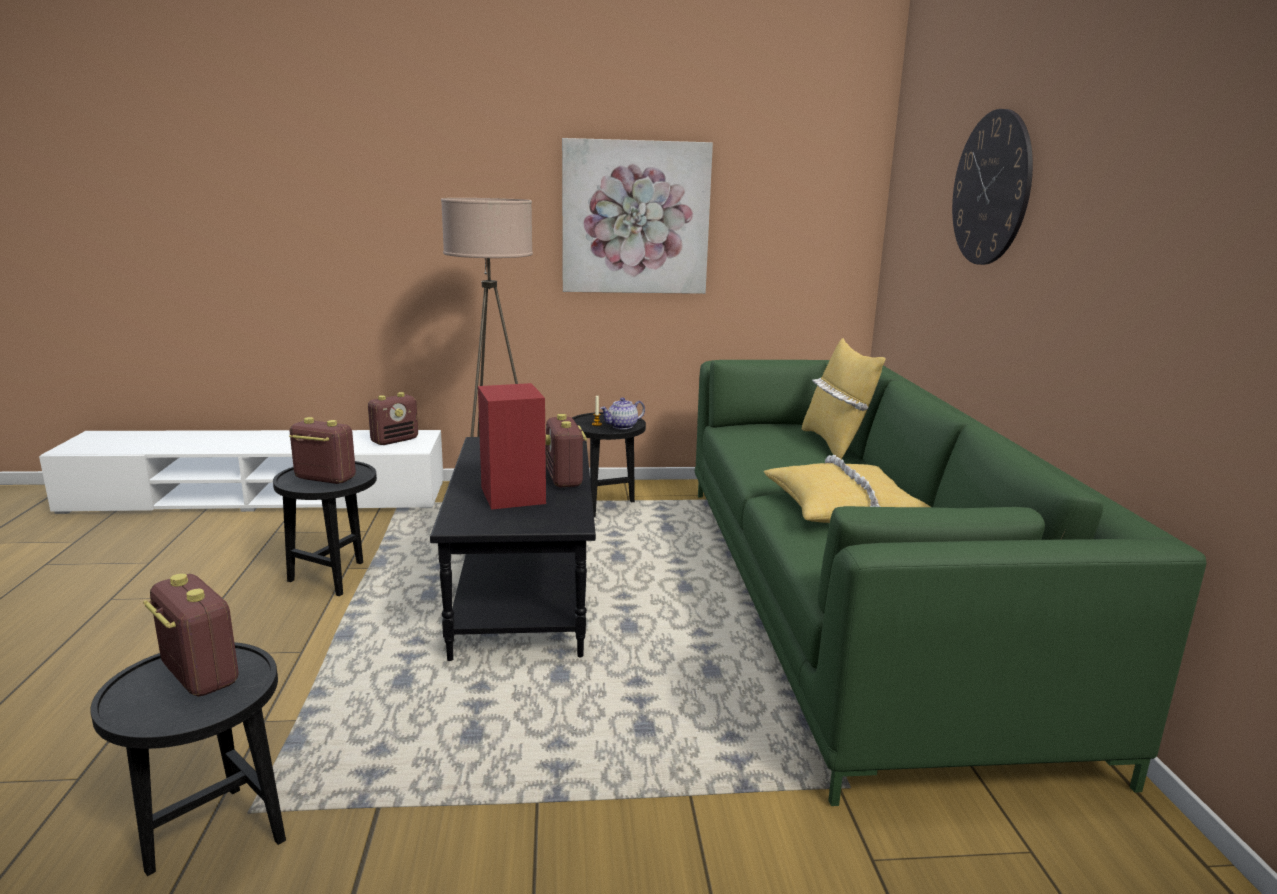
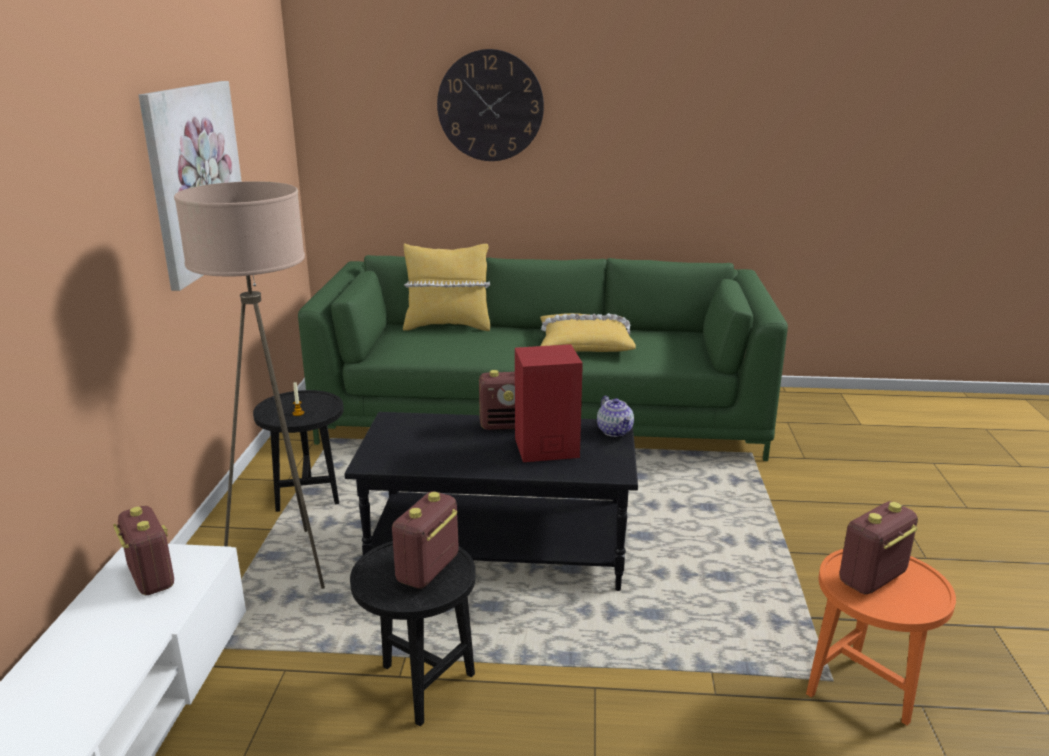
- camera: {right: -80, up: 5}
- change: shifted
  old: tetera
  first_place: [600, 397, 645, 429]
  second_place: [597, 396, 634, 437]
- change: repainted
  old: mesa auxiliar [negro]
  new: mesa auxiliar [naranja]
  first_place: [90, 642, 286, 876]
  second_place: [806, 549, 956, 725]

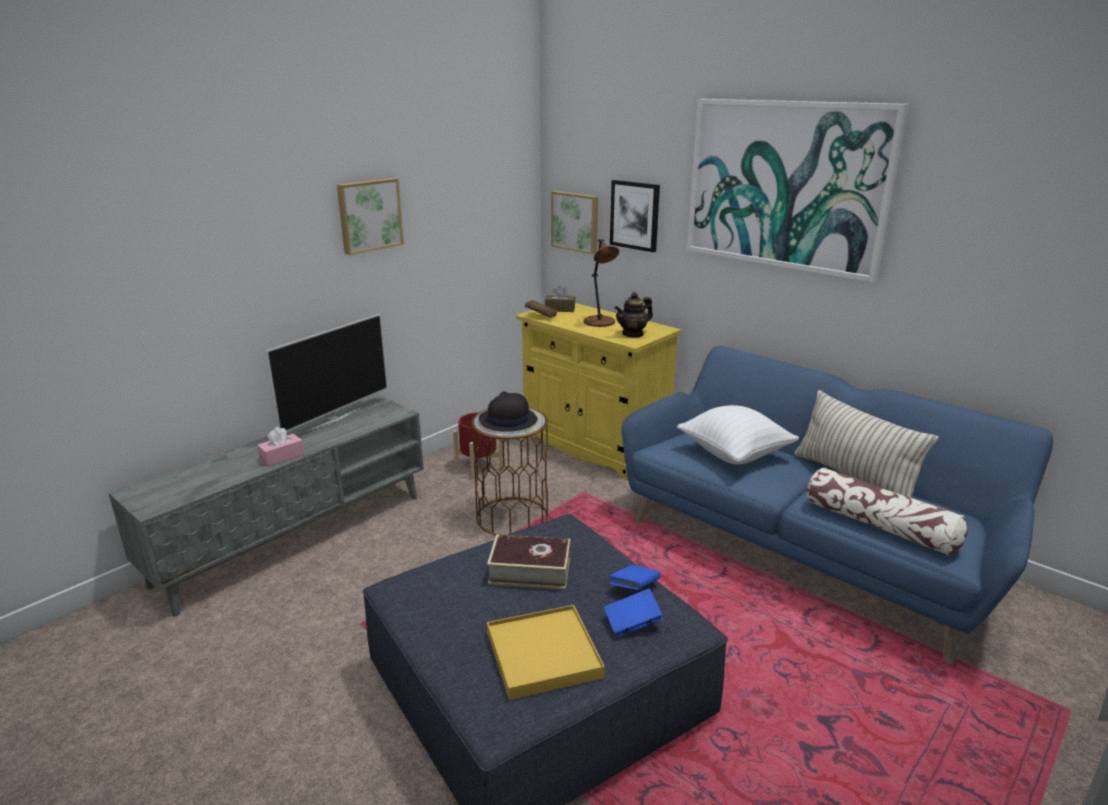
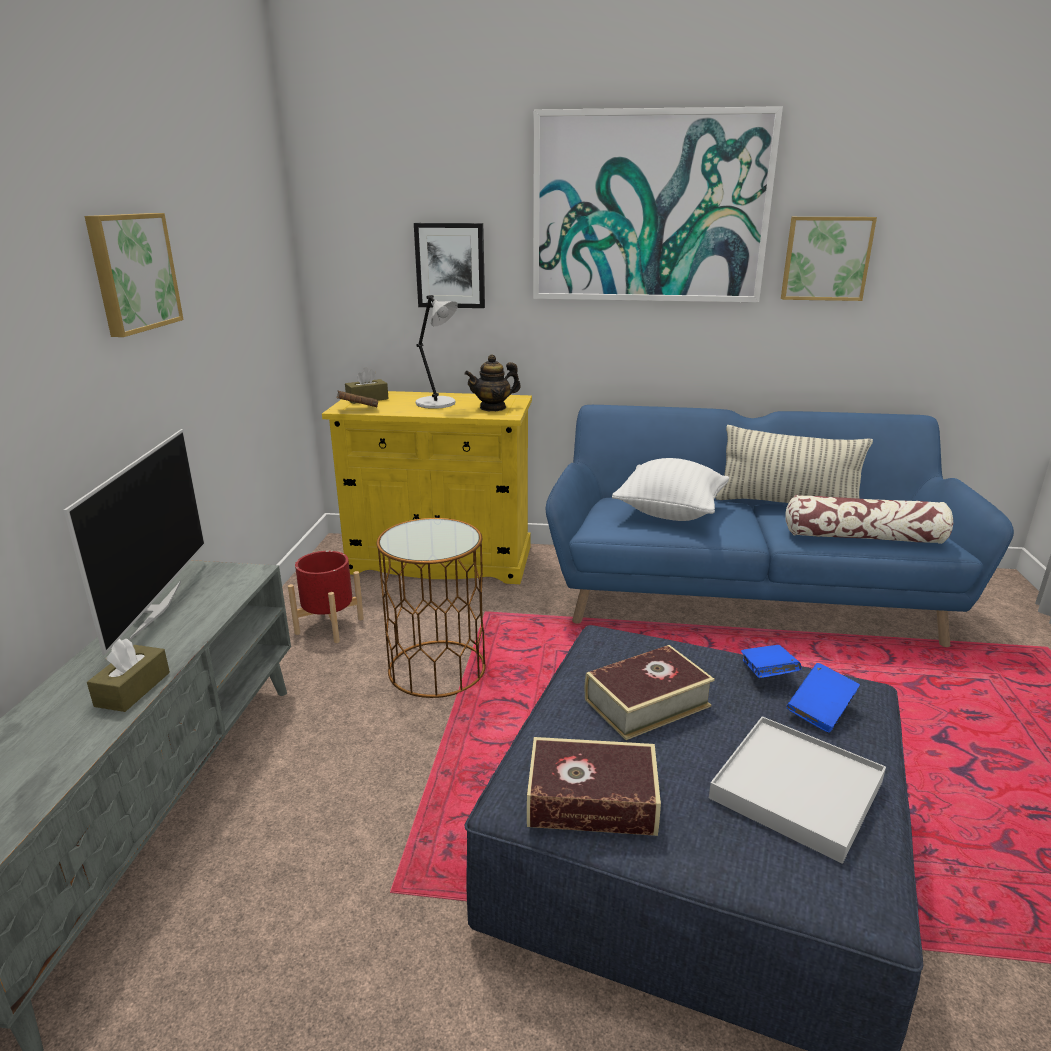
- camera: {right: -35, up: 0}
- change: repainted
  old: caja de pañuelos [rosa]
  new: caja de pañuelos [marrón]
  first_place: [257, 427, 304, 467]
  second_place: [87, 639, 170, 712]
- change: repainted
  old: lámpara de mesa [marrón]
  new: lámpara de mesa [gris]
  first_place: [584, 239, 619, 327]
  second_place: [416, 295, 458, 409]
- change: rotated
  old: tetera
  first_place: [614, 292, 653, 338]
  second_place: [464, 354, 521, 411]
  degrees: 45
- change: new
  new: libro
  second_place: [527, 737, 661, 836]
- change: repainted
  old: bandeja [amarillo]
  new: bandeja [blanco]
  first_place: [487, 605, 605, 700]
  second_place: [709, 716, 886, 864]
- change: shifted
  old: cuadro
  first_place: [551, 191, 598, 254]
  second_place: [781, 217, 877, 301]
- change: gone
  old: sombrero [negro]
  first_place: [479, 391, 538, 432]

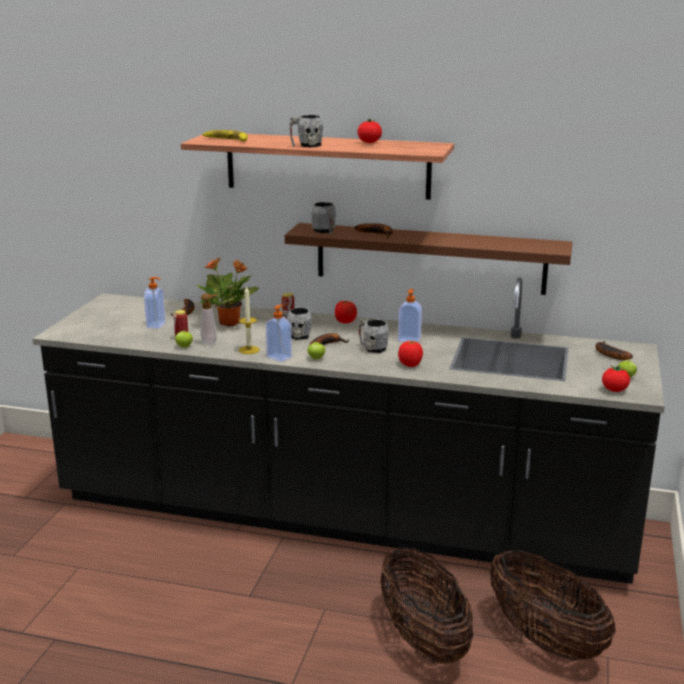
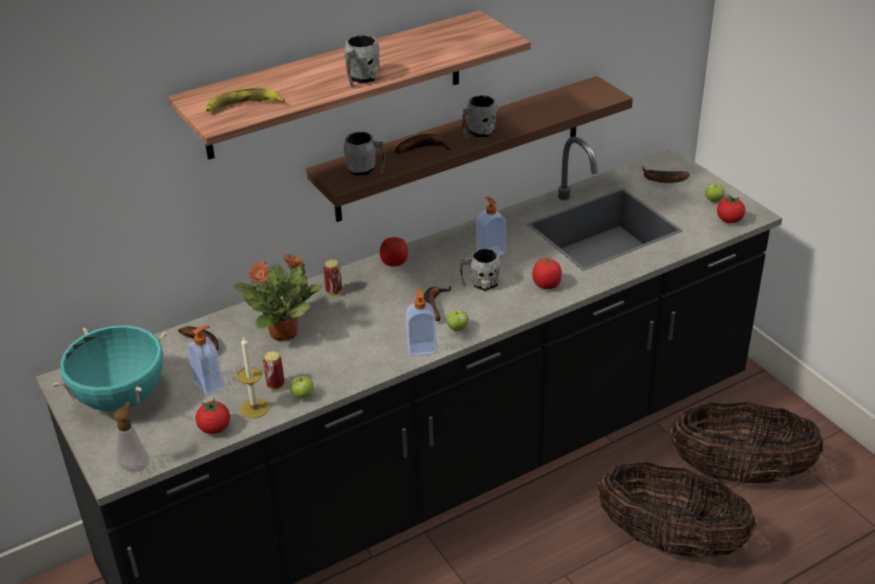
- camera: {right: -45, up: 15}
- change: new
  new: olla [turquesa]
  second_place: [52, 325, 168, 412]
- change: shifted
  old: dispensador de jabón
  first_place: [200, 293, 217, 345]
  second_place: [113, 402, 150, 472]
- change: shifted
  old: tomate
  first_place: [358, 119, 382, 143]
  second_place: [195, 398, 230, 434]
- change: shifted
  old: vela
  first_place: [239, 286, 260, 354]
  second_place: [237, 336, 269, 418]
- change: shifted
  old: taza grande [gris]
  first_place: [280, 307, 312, 340]
  second_place: [462, 95, 498, 139]

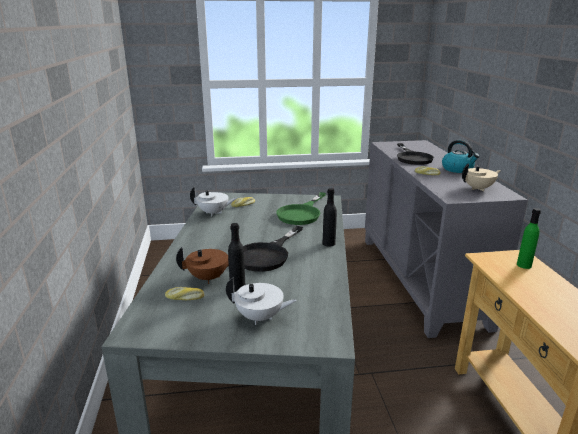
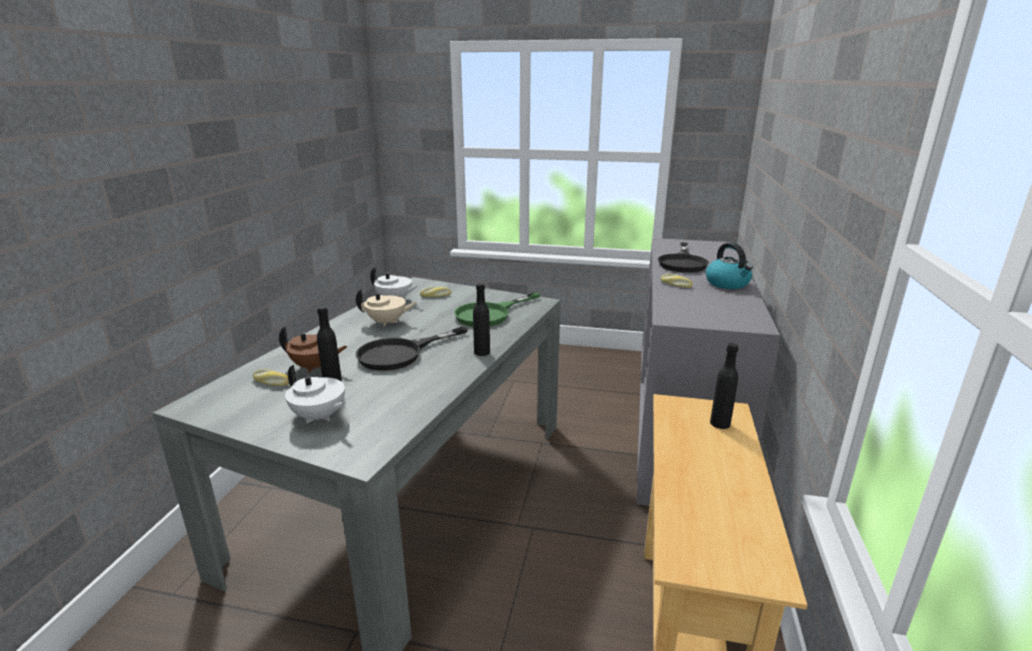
- camera: {right: 20, up: 0}
- change: shifted
  old: tetera [beis]
  first_place: [462, 163, 501, 192]
  second_place: [356, 289, 417, 327]
- change: repainted
  old: botella [verde]
  new: botella [negro]
  first_place: [517, 208, 541, 269]
  second_place: [710, 343, 738, 429]

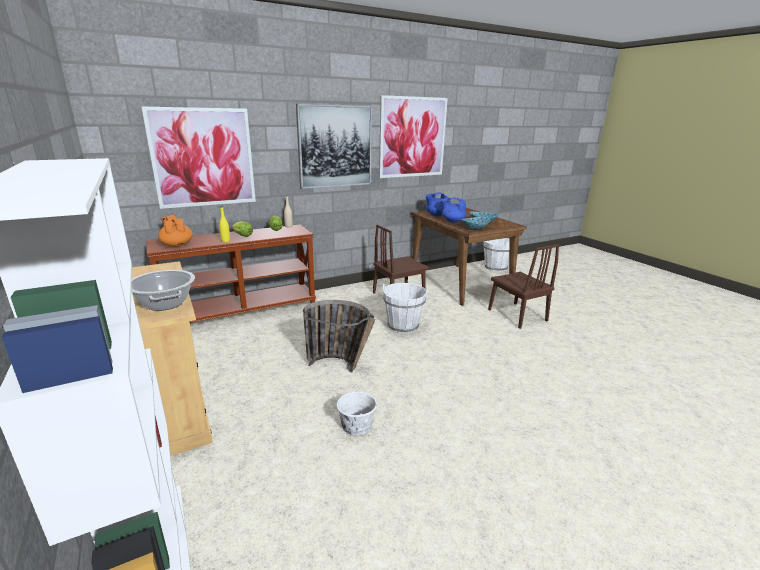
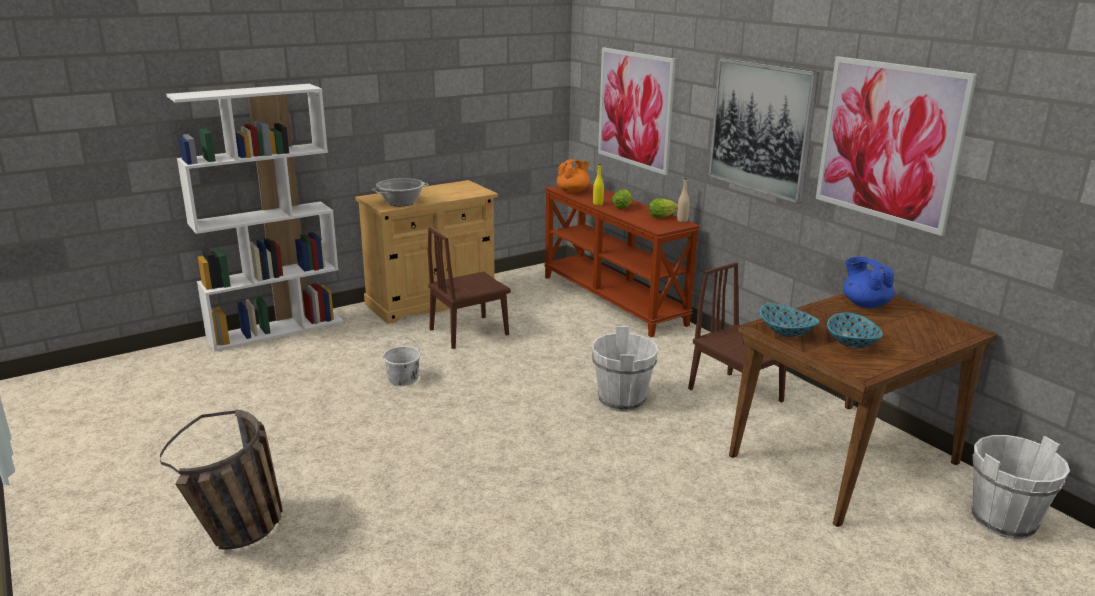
- camera: {right: 85, up: 0}
- change: shifted
  old: cesta
  first_place: [303, 300, 375, 373]
  second_place: [160, 409, 283, 550]
- change: shifted
  old: silla [marrón]
  first_place: [488, 244, 559, 329]
  second_place: [428, 227, 511, 349]
- change: gone
  old: tetera [azul]
  first_place: [440, 198, 466, 223]

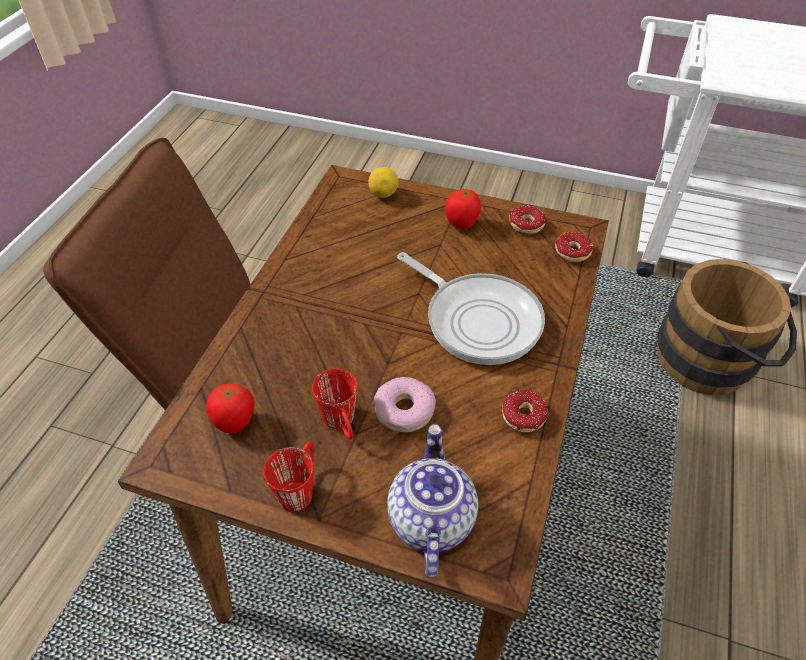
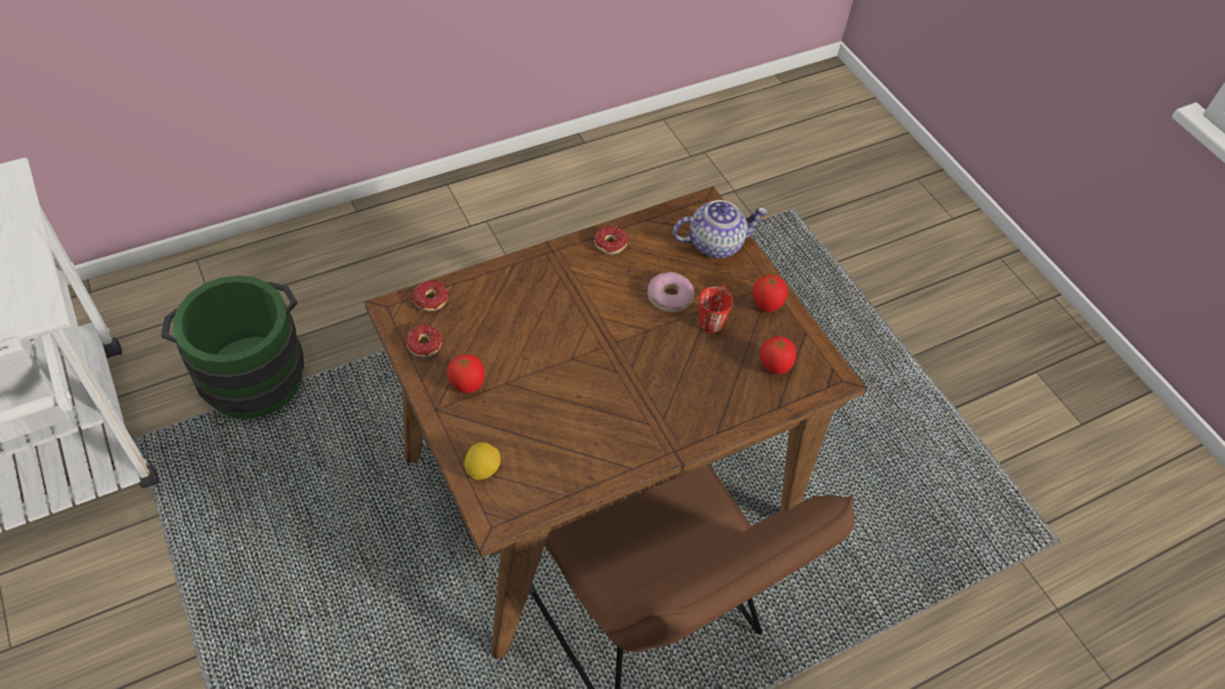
- camera: {right: -140, up: 5}
- change: repainted
  old: cubo [marrón]
  new: cubo [verde]
  first_place: [657, 259, 797, 395]
  second_place: [161, 276, 304, 419]
- change: rotated
  old: tetera
  first_place: [387, 424, 478, 578]
  second_place: [673, 200, 768, 258]
  degrees: -150
- change: swapped
  old: taza grande [rojo]
  new: tomate
  first_place: [264, 441, 314, 512]
  second_place: [753, 275, 787, 312]
- change: gone
  old: sartén
  first_place: [397, 252, 545, 365]

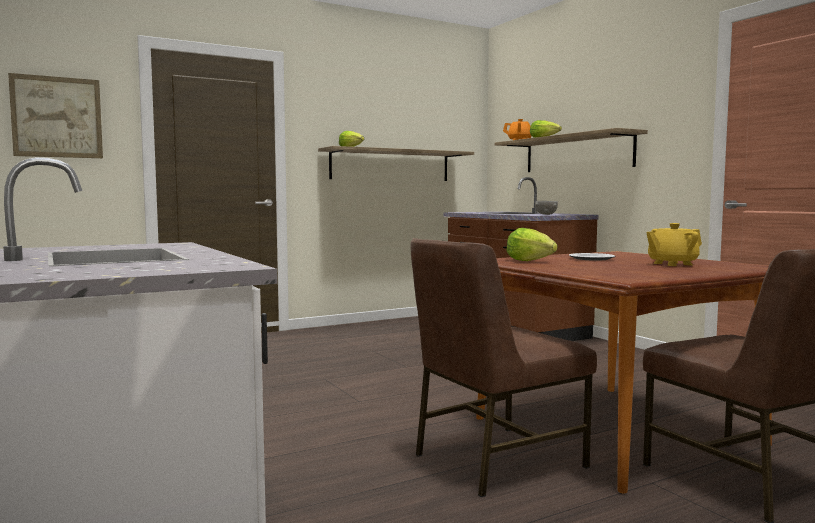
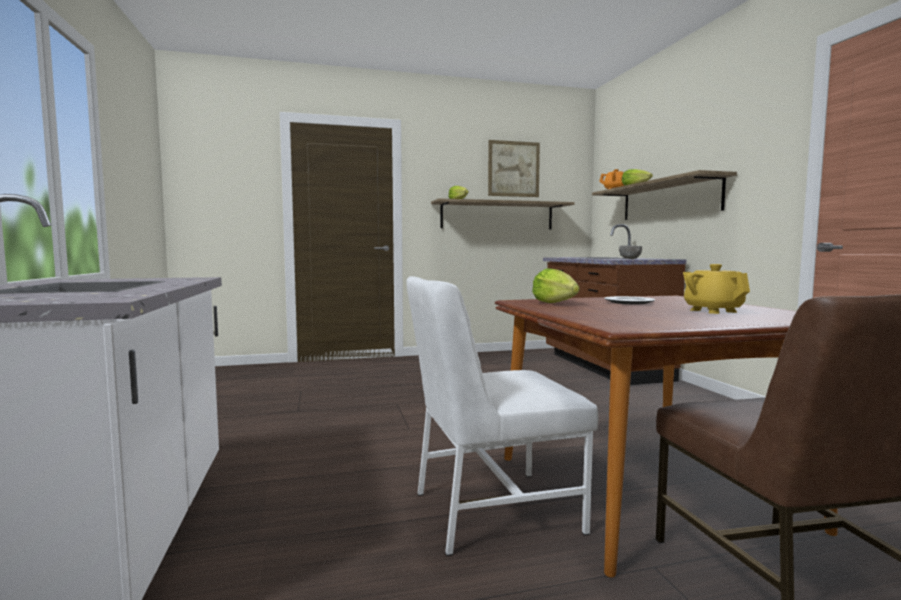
- camera: {right: 15, up: 0}
- change: repainted
  old: silla [marrón]
  new: silla [blanco]
  first_place: [411, 238, 597, 497]
  second_place: [406, 276, 599, 556]
- change: shifted
  old: cuadro
  first_place: [8, 73, 103, 158]
  second_place: [488, 140, 540, 197]
- change: rotated
  old: tetera [amarillo]
  first_place: [646, 223, 702, 266]
  second_place: [683, 264, 750, 314]
  degrees: 75

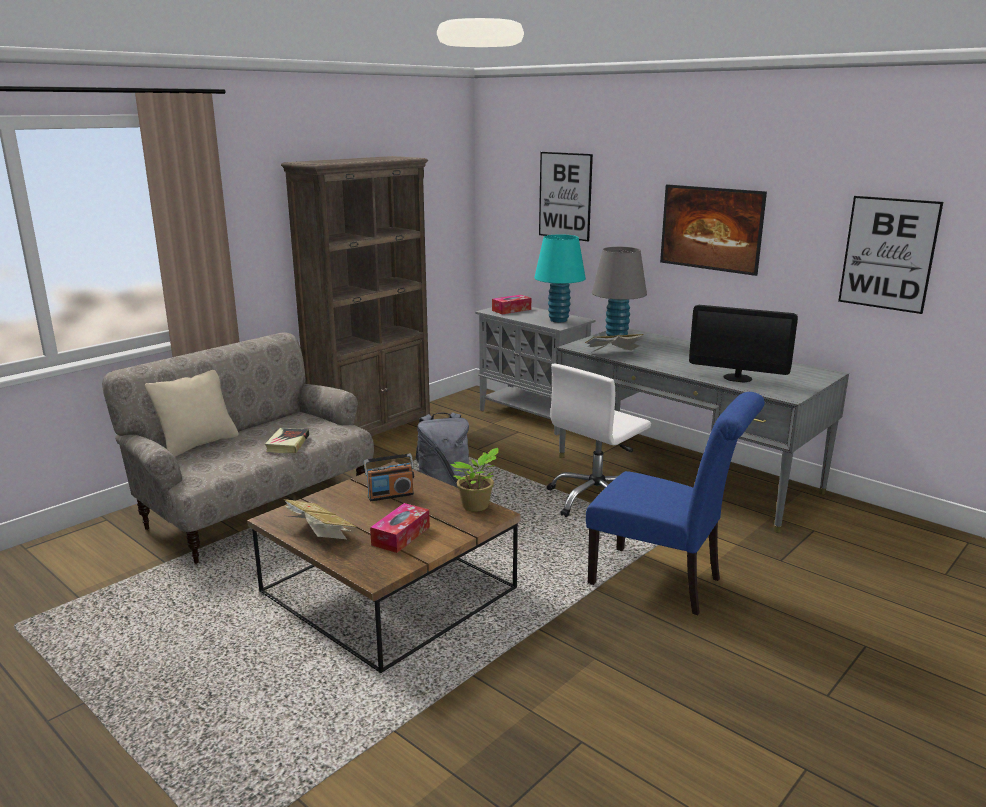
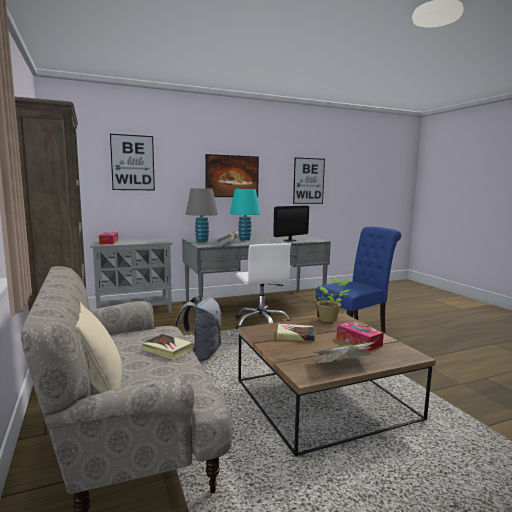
- camera: {right: -65, up: -10}
- change: shifted
  old: lámpara de mesa [turquesa]
  first_place: [534, 234, 586, 322]
  second_place: [230, 189, 260, 240]
- change: swapped
  old: radio
  new: libro
  first_place: [364, 453, 414, 501]
  second_place: [276, 324, 315, 341]

